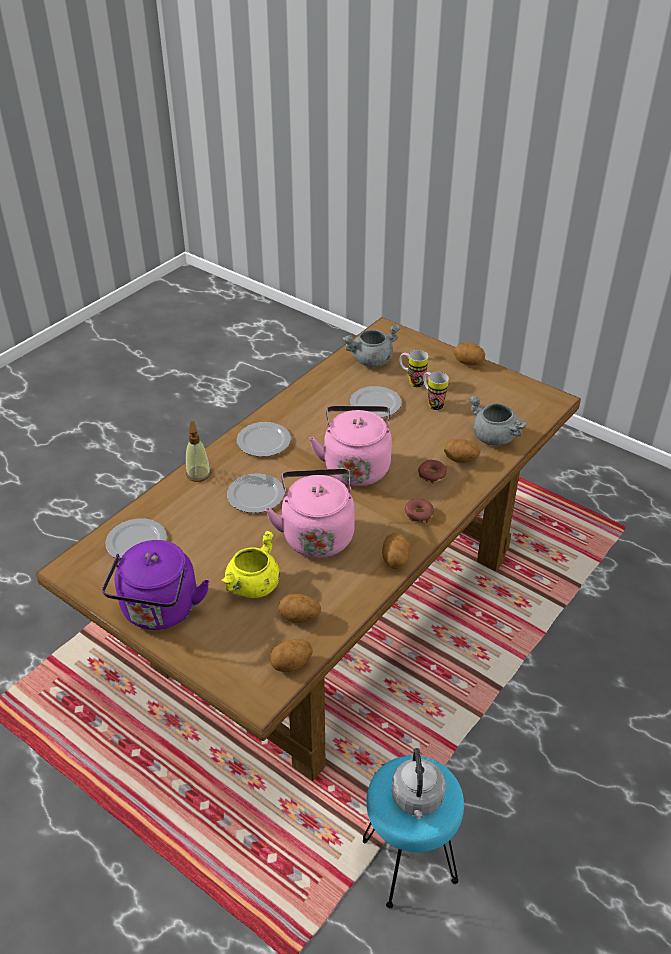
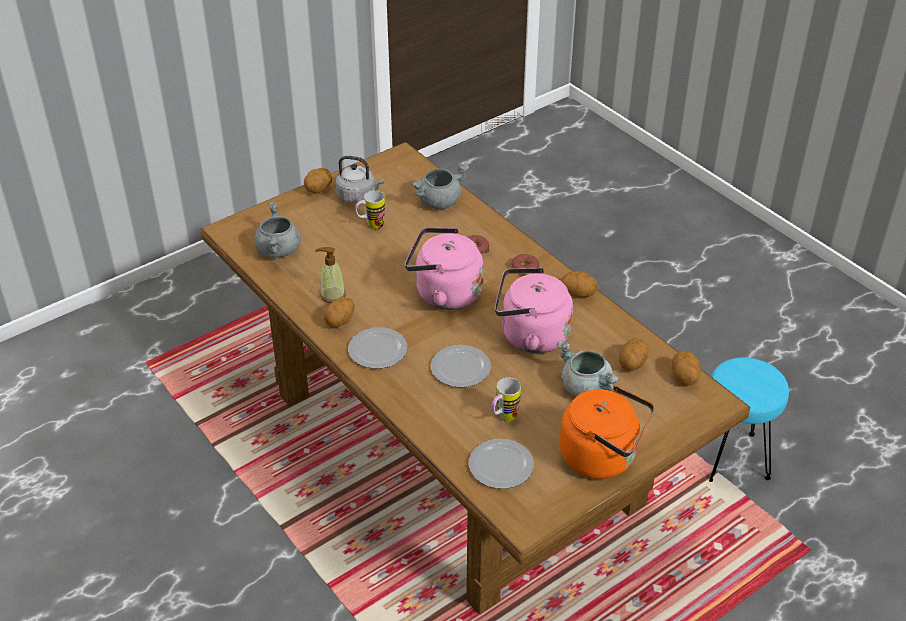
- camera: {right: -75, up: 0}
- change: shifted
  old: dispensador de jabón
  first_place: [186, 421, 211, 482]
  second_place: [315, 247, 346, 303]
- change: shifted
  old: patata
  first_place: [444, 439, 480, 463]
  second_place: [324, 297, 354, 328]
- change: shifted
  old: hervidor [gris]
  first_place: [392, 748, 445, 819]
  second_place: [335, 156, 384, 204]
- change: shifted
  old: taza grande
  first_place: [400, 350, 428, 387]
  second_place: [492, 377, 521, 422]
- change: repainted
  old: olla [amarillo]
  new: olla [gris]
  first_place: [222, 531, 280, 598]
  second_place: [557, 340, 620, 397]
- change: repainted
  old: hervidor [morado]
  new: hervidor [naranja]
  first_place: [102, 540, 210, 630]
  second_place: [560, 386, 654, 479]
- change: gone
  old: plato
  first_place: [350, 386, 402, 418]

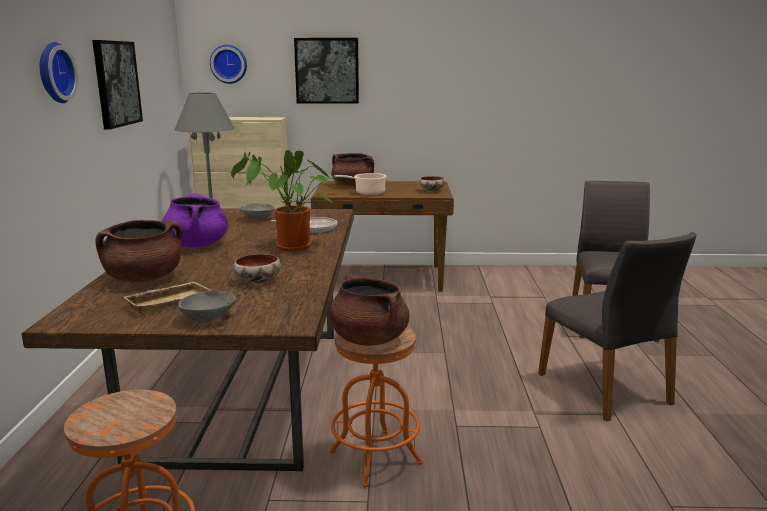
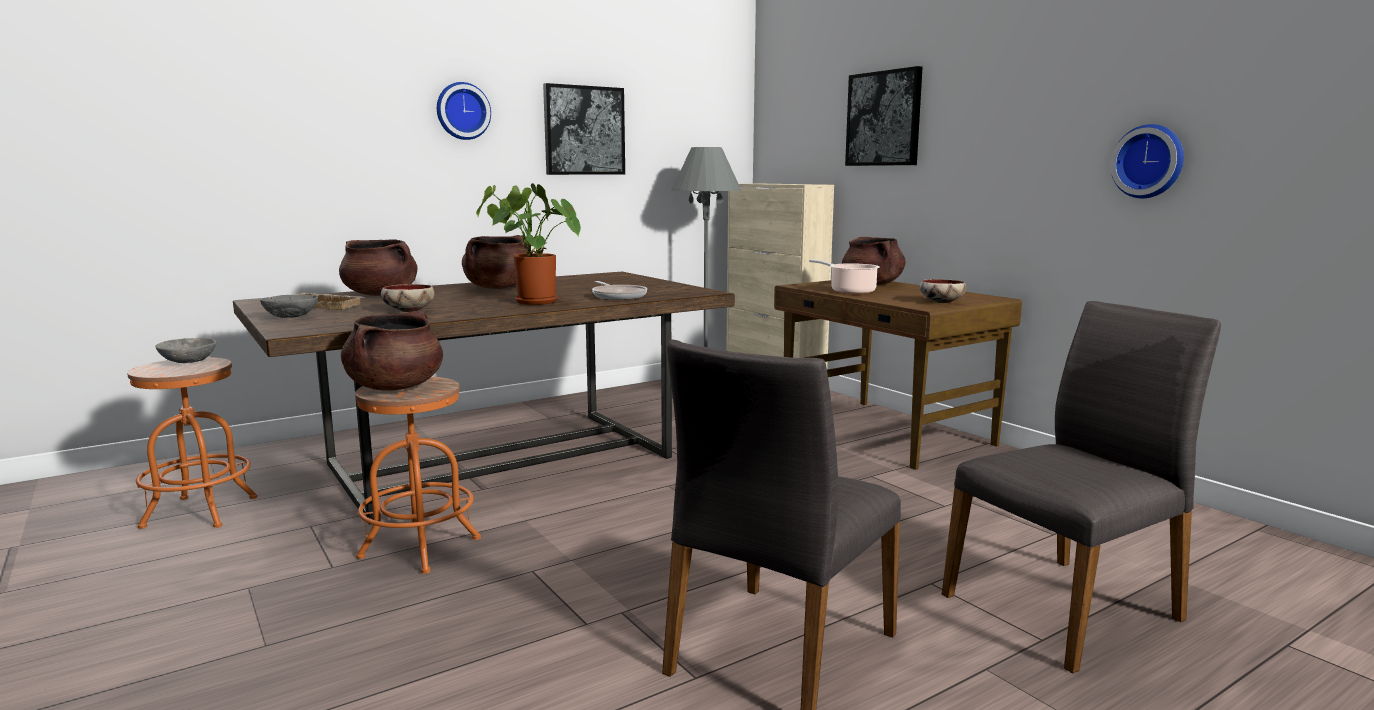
- camera: {right: 55, up: -5}
- change: shifted
  old: cuenco [gris]
  first_place: [240, 203, 274, 220]
  second_place: [155, 338, 217, 363]
- change: repainted
  old: olla [morado]
  new: olla [marrón]
  first_place: [162, 193, 228, 247]
  second_place: [462, 235, 528, 289]
- change: shifted
  old: reloj de pared
  first_place: [210, 45, 247, 84]
  second_place: [1110, 124, 1184, 198]

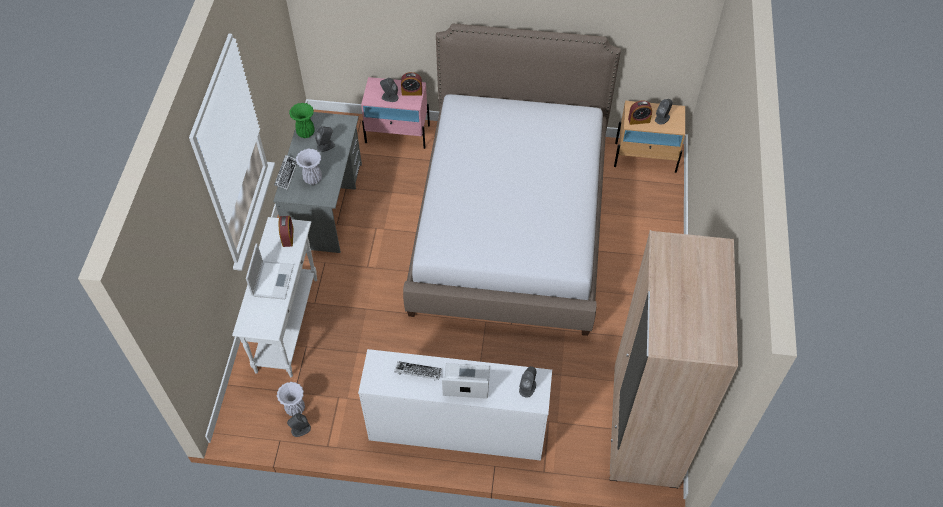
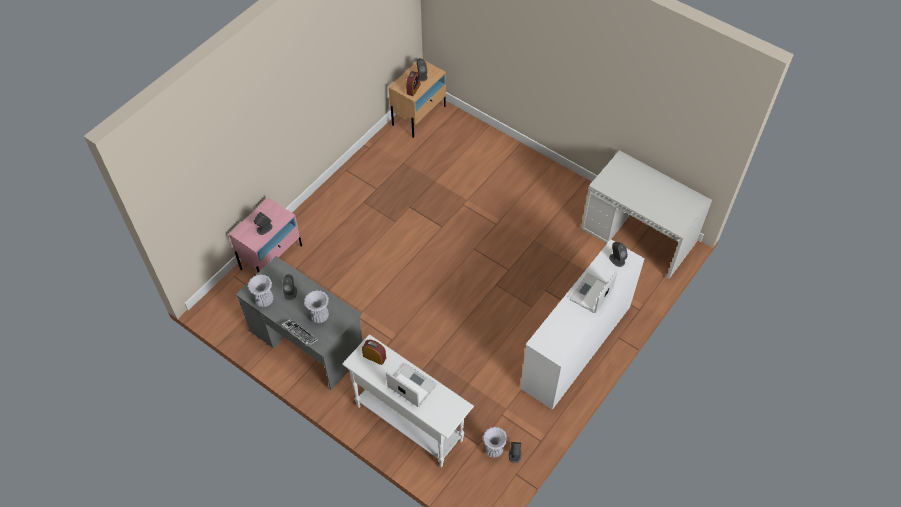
- camera: {right: -60, up: 0}
- change: repainted
  old: florero [verde]
  new: florero [blanco]
  first_place: [289, 103, 315, 138]
  second_place: [248, 274, 273, 307]
- change: swapped
  old: armario ropero [beis]
  new: escritorio [blanco]
  first_place: [609, 230, 738, 488]
  second_place: [581, 150, 712, 279]
- change: gone
  old: teclado
  first_place: [394, 361, 442, 380]
- change: gone
  old: despertador
  first_place: [401, 72, 422, 96]
- change: gone
  old: cama
  first_place: [403, 24, 621, 336]

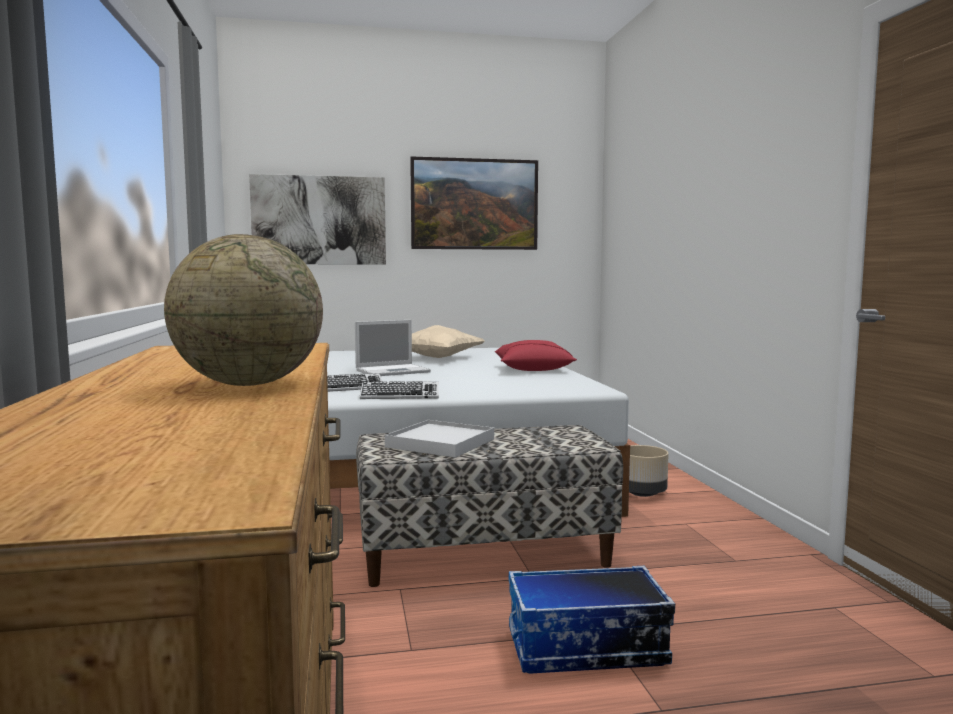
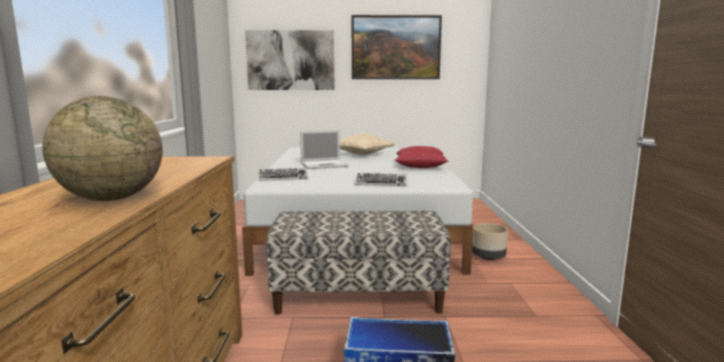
- camera: {right: 10, up: 5}
- change: shifted
  old: teclado
  first_place: [360, 381, 439, 399]
  second_place: [355, 173, 407, 186]
- change: gone
  old: bandeja [blanco]
  first_place: [385, 420, 494, 458]

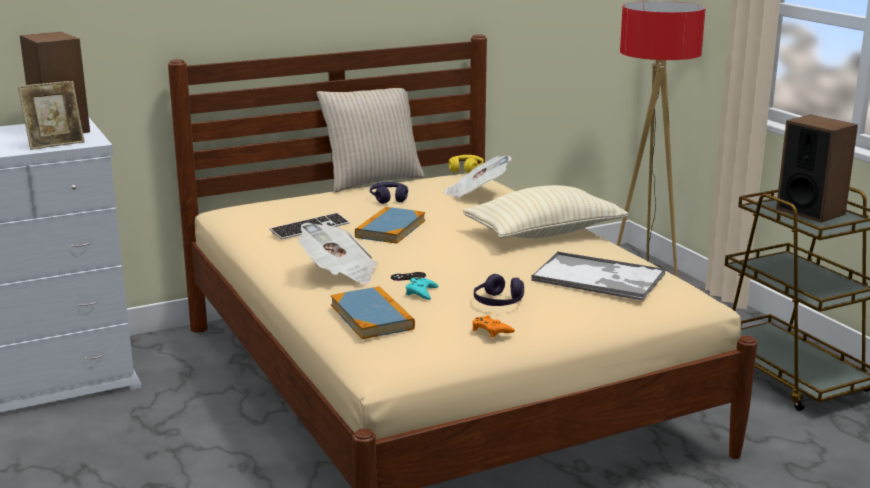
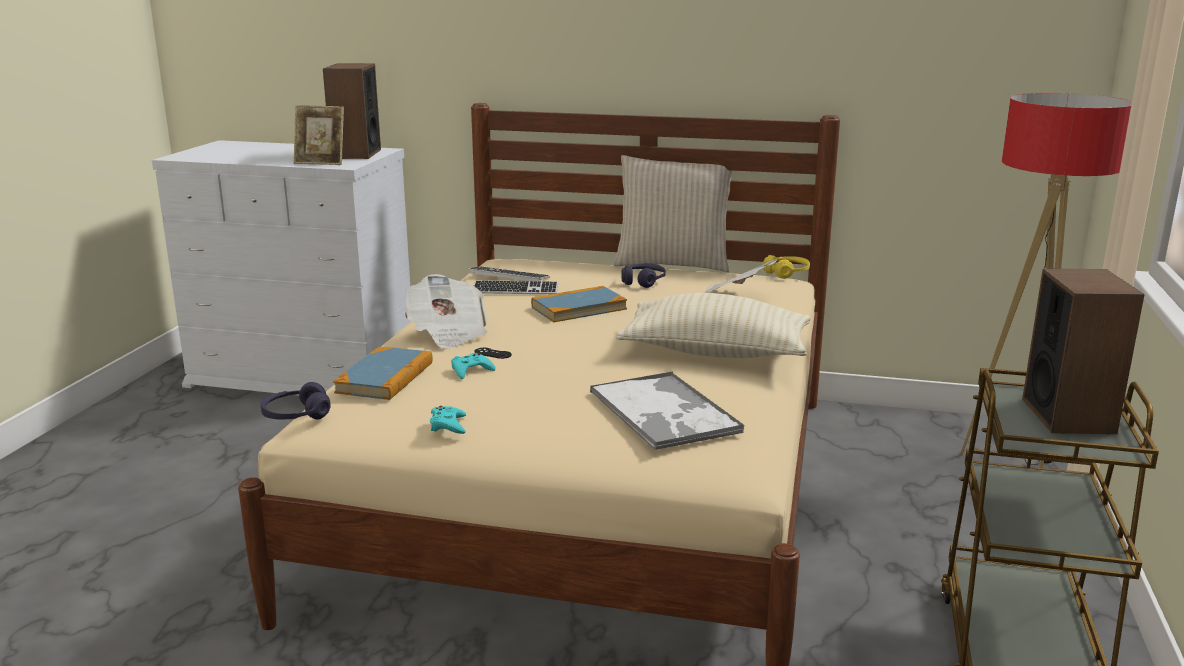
- camera: {right: 40, up: 0}
- change: shifted
  old: auriculares [morado]
  first_place: [474, 274, 524, 306]
  second_place: [261, 382, 331, 419]
- change: repainted
  old: mando de consola [naranja]
  new: mando de consola [turquesa]
  first_place: [473, 315, 515, 338]
  second_place: [430, 406, 466, 434]
- change: new
  new: teclado
  second_place: [468, 266, 550, 281]

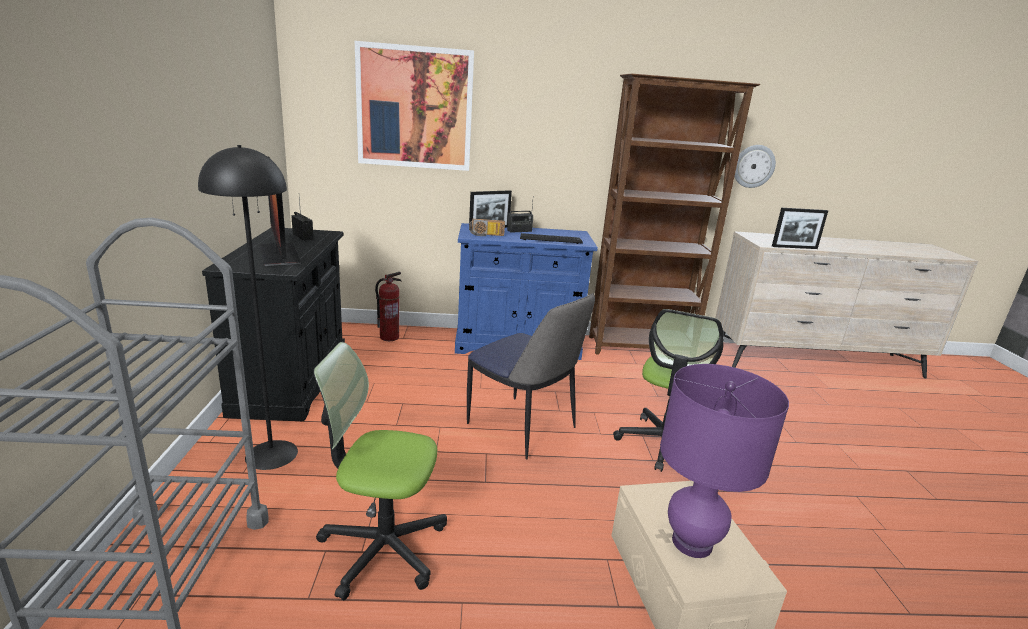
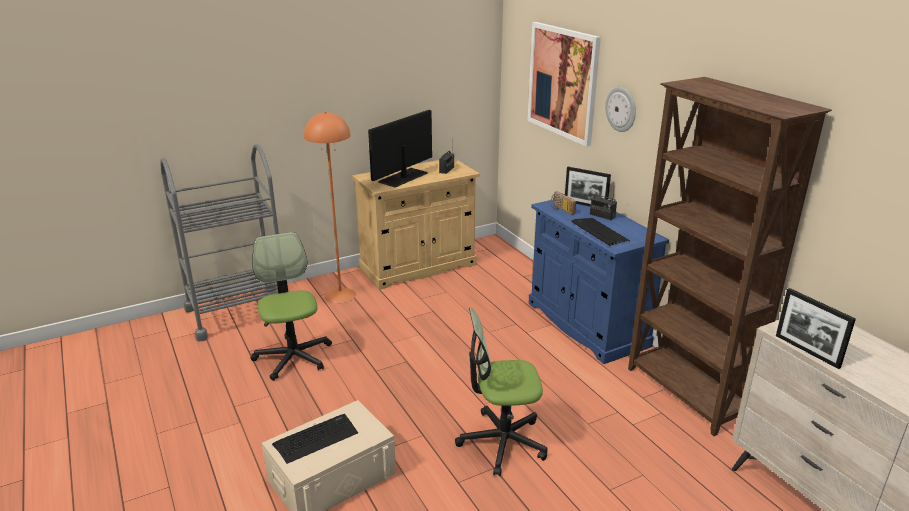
- camera: {right: 65, up: 5}
- change: swapped
  old: lámpara de mesa [morado]
  new: teclado
  first_place: [660, 364, 789, 558]
  second_place: [272, 414, 358, 464]
- change: repainted
  old: lámpara de pie [negro]
  new: lámpara de pie [naranja]
  first_place: [198, 145, 298, 470]
  second_place: [304, 112, 356, 303]
- change: repainted
  old: armario [negro]
  new: armario [beis]
  first_place: [202, 228, 345, 421]
  second_place: [352, 158, 480, 290]
- change: shifted
  old: reloj de pared
  first_place: [734, 145, 776, 188]
  second_place: [605, 87, 636, 132]
- change: gone
  old: extintor
  first_place: [375, 272, 402, 341]
- change: gone
  old: silla
  first_place: [467, 293, 595, 459]

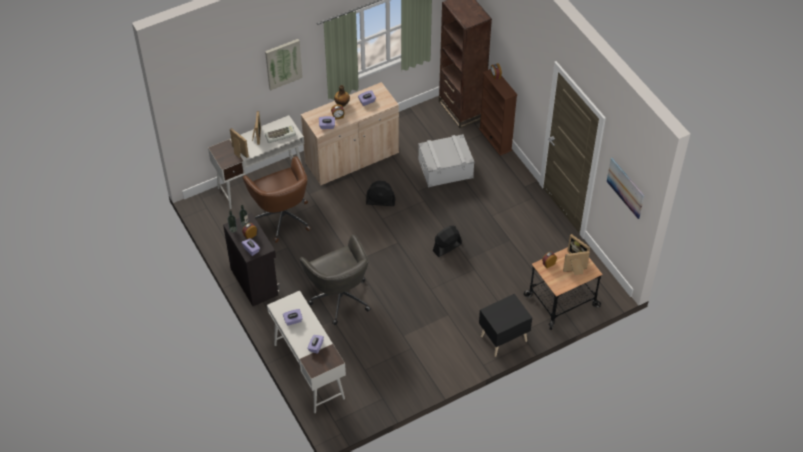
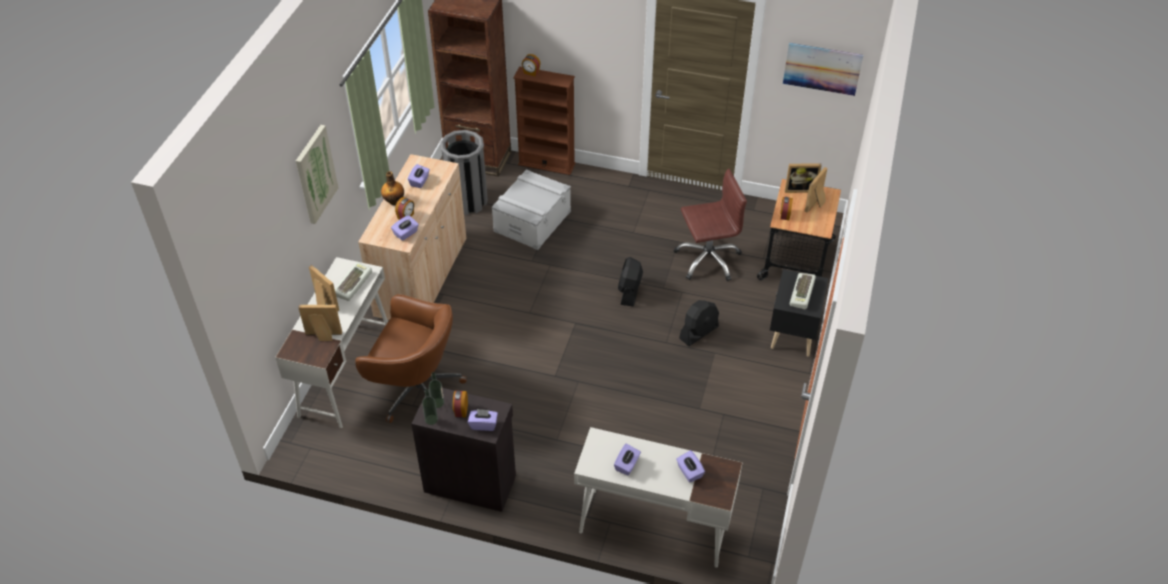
- camera: {right: -45, up: -5}
- change: new
  new: papelera [gris]
  second_place: [440, 130, 488, 215]
- change: new
  new: silla de oficina [marrón]
  second_place: [673, 169, 747, 281]
- change: shifted
  old: ventilador [negro]
  first_place: [366, 181, 395, 206]
  second_place: [679, 300, 719, 346]
- change: new
  new: teclado
  second_place: [790, 273, 816, 309]
- change: gone
  old: silla de oficina [gris]
  first_place: [299, 235, 371, 325]

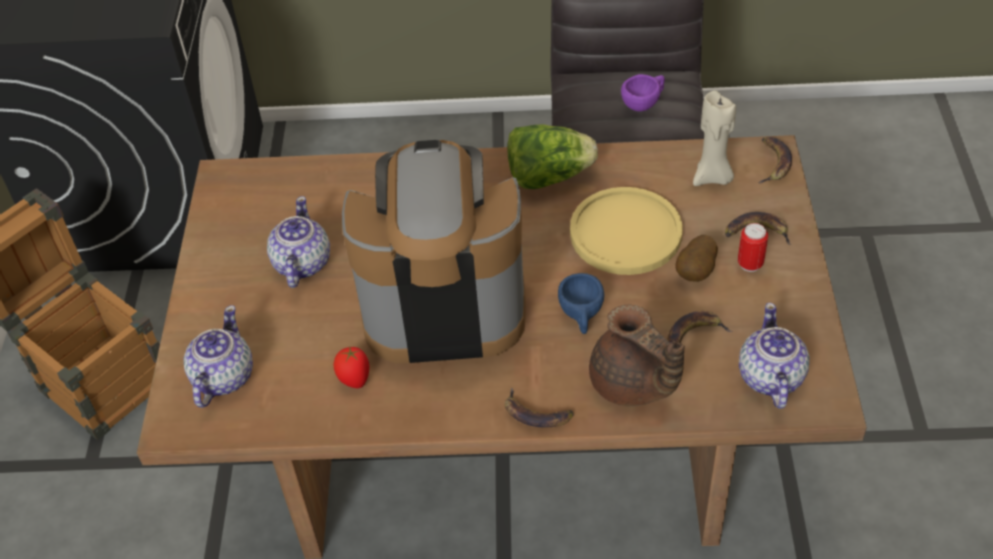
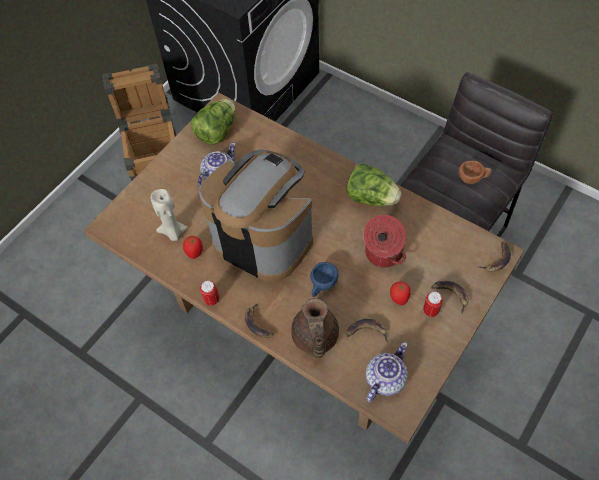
- camera: {right: 35, up: 10}
- change: shifted
  old: vela [beis]
  first_place: [693, 91, 736, 186]
  second_place: [151, 189, 188, 241]
- change: new
  new: lechuga
  second_place: [191, 99, 235, 145]
- change: new
  new: lata
  second_place: [200, 281, 219, 306]
- change: swapped
  old: plato [amarillo]
  new: olla
  first_place: [570, 187, 683, 275]
  second_place: [363, 215, 406, 268]
- change: swapped
  old: patata
  new: tomate
  first_place: [676, 235, 718, 282]
  second_place: [390, 282, 411, 305]
- change: repainted
  old: taza [morado]
  new: taza [marrón]
  first_place: [621, 74, 665, 112]
  second_place: [459, 161, 492, 184]
- change: gone
  old: tetera
  first_place: [184, 305, 253, 408]

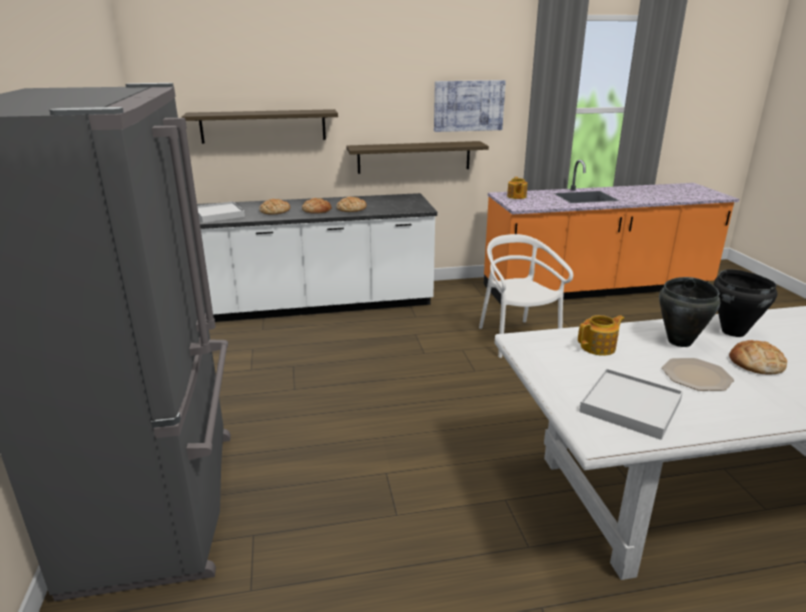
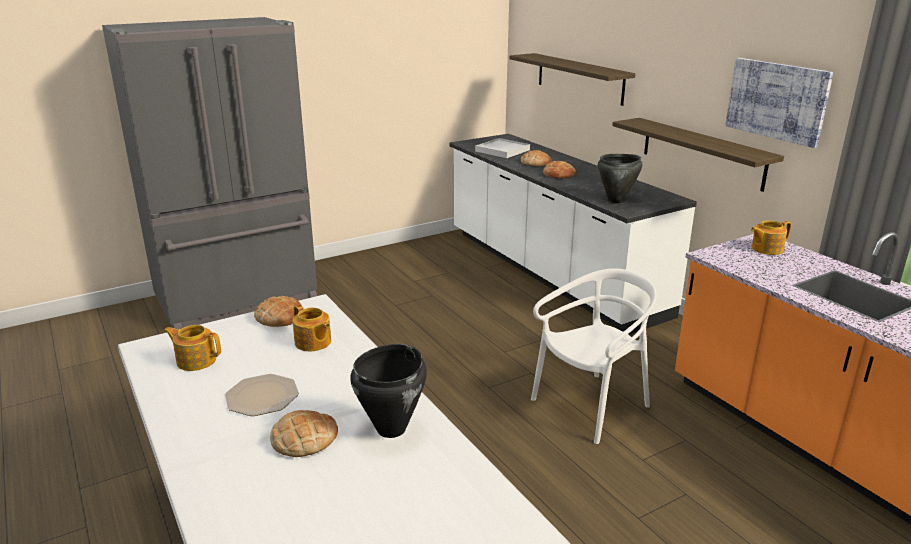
- camera: {right: 70, up: 0}
- change: swapped
  old: bandeja [blanco]
  new: tetera
  first_place: [579, 369, 683, 440]
  second_place: [164, 325, 221, 371]
- change: shifted
  old: pan
  first_place: [336, 197, 367, 212]
  second_place: [254, 296, 301, 327]
- change: shifted
  old: olla [negro]
  first_place: [659, 277, 720, 347]
  second_place: [598, 154, 642, 204]

